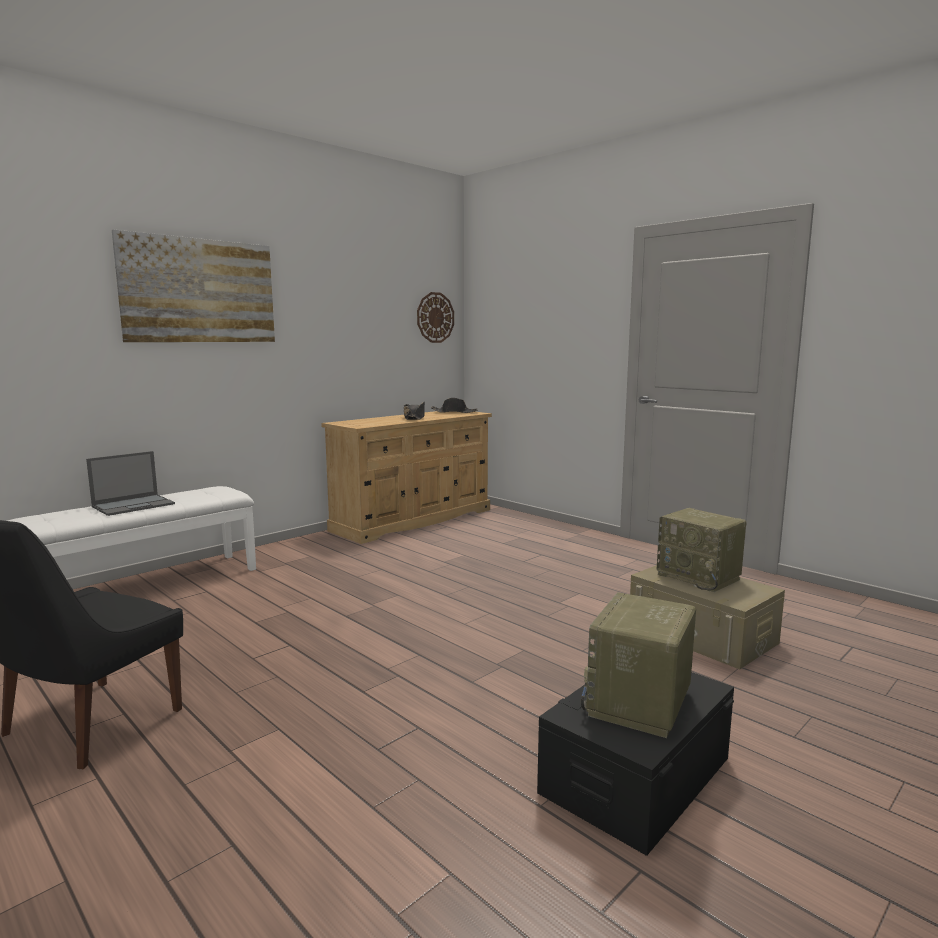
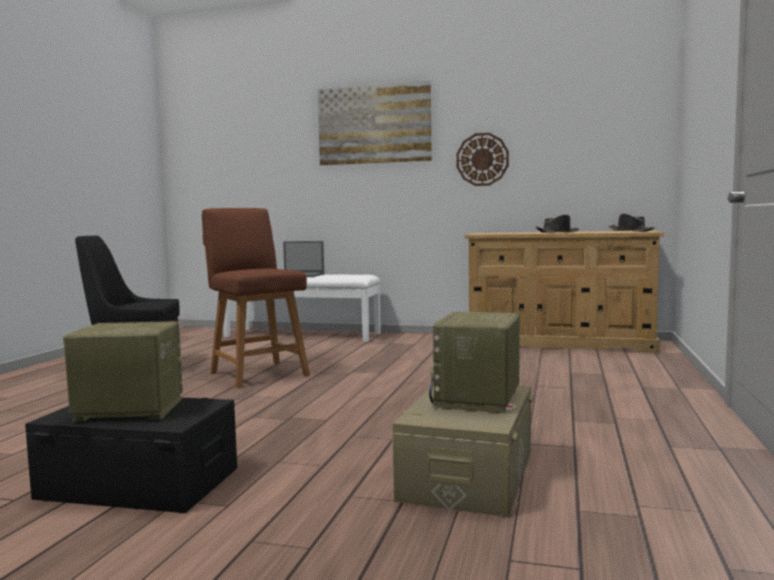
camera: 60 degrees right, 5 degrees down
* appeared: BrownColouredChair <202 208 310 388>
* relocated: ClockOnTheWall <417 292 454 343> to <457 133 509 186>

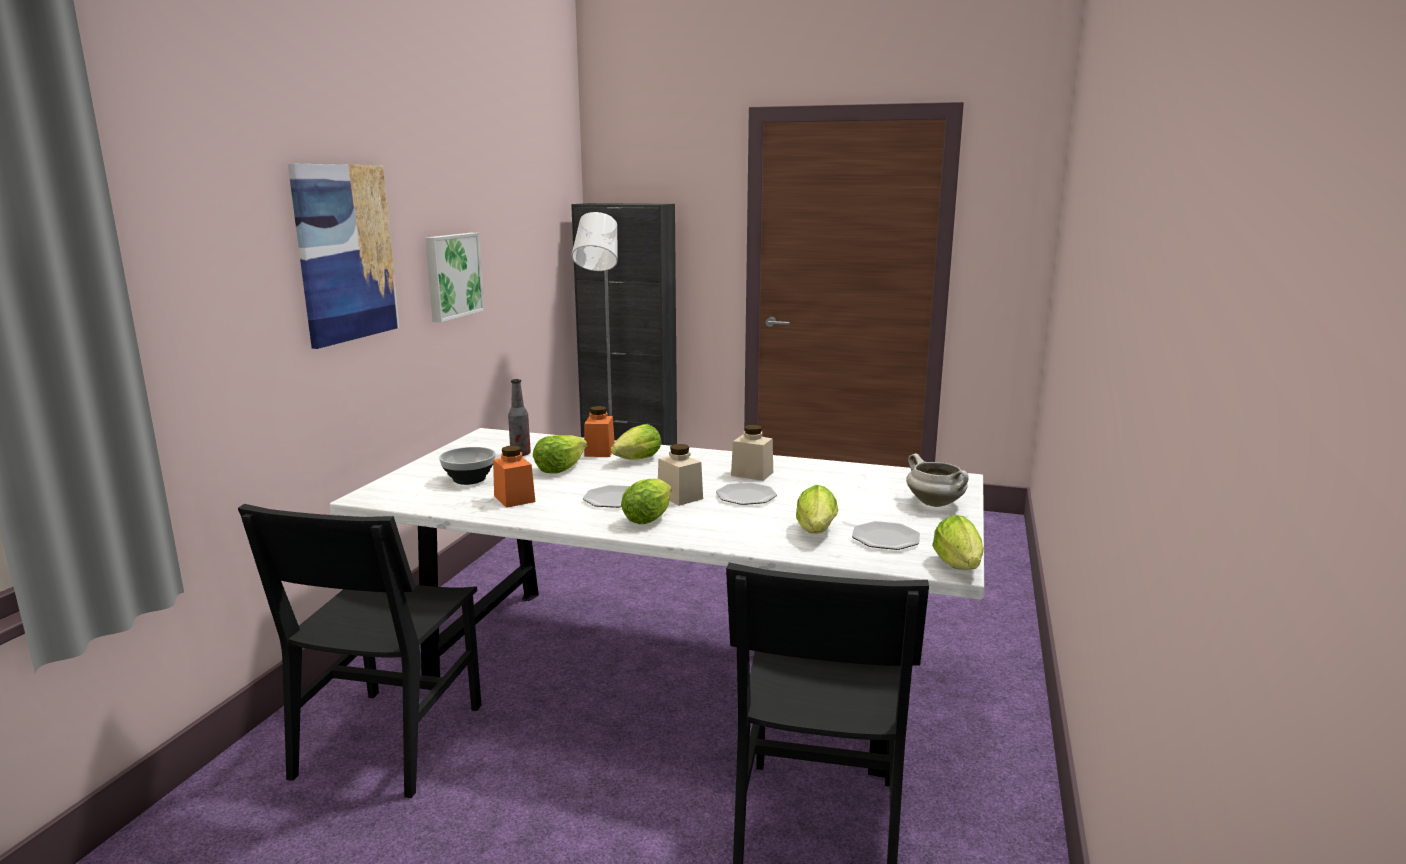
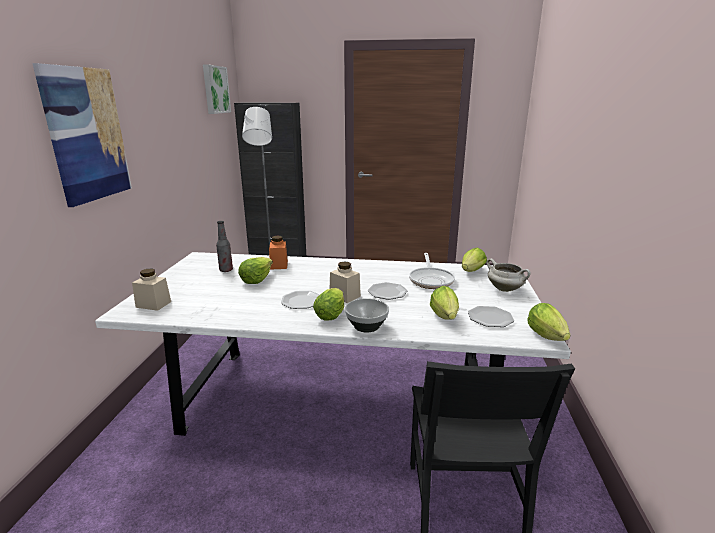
camera: 10 degrees left, 5 degrees up
* missing: BlackColouredChair <238 504 481 798>
* missing: OrangeyPreserveJar <493 446 535 508>
* appeared: FryingPan <409 253 455 289>
* relocated: WallPicture <425 233 485 322> to <203 64 231 114>
* relocated: ServingBowl <439 447 496 485> to <345 298 389 333>
* relocated: Lettuce <611 424 661 460> to <462 248 487 272>
* relocated: BeigePreserveJar <731 425 773 481> to <132 269 171 311>

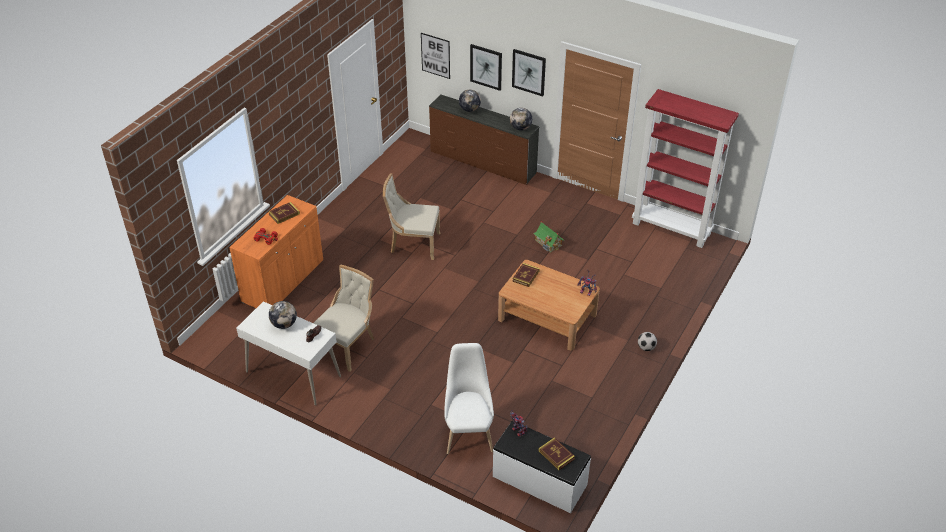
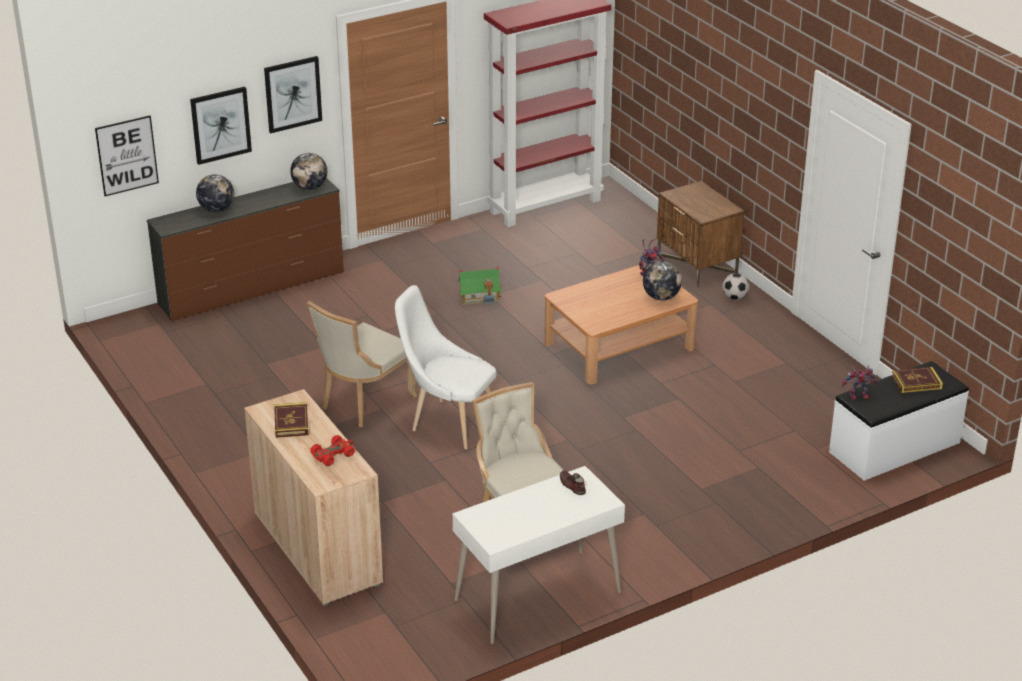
camera: 60 degrees left, 10 degrees down
* missing: BoundBook <512 263 540 287>
* appeared: BrownColouredNightTable <657 181 744 288>
* relocated: DeskGlobe <269 301 297 329> to <643 261 682 300>
* relocated: WhiteChair <445 343 494 454> to <395 285 496 449>
* colour: OrangeyStorageCabinet <229 195 323 308> to BeigeStorageCabinet <244 389 383 606>

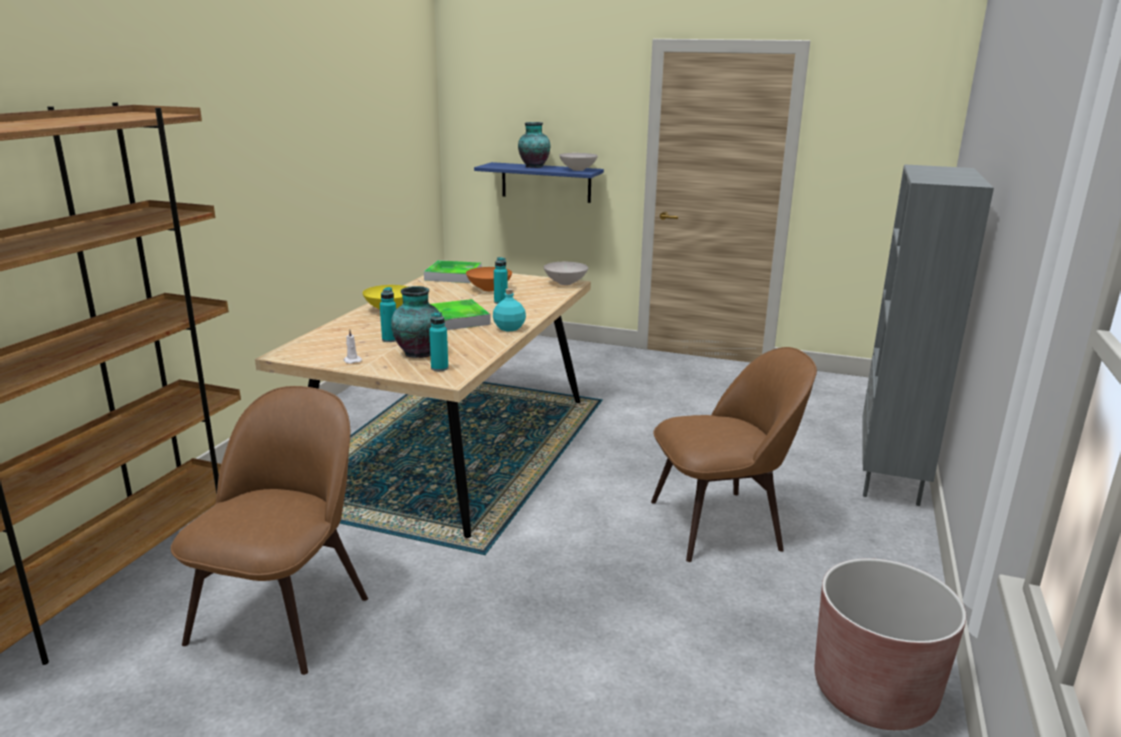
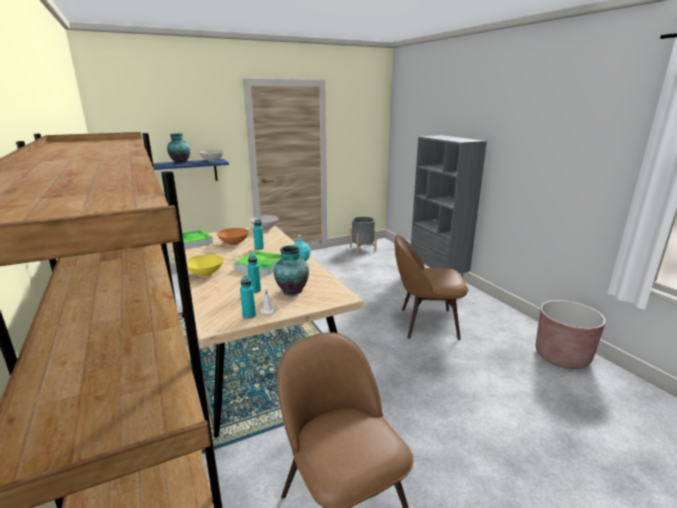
camera: 45 degrees left, 0 degrees up
* appeared: GrayPlantPot <350 217 377 254>
* relocated: TurquoiseColouredBottle <429 312 448 371> to <240 275 256 319>
* spun: BrownColouredChair <651 347 817 562> = <395 235 469 340> 120 degrees counterclockwise

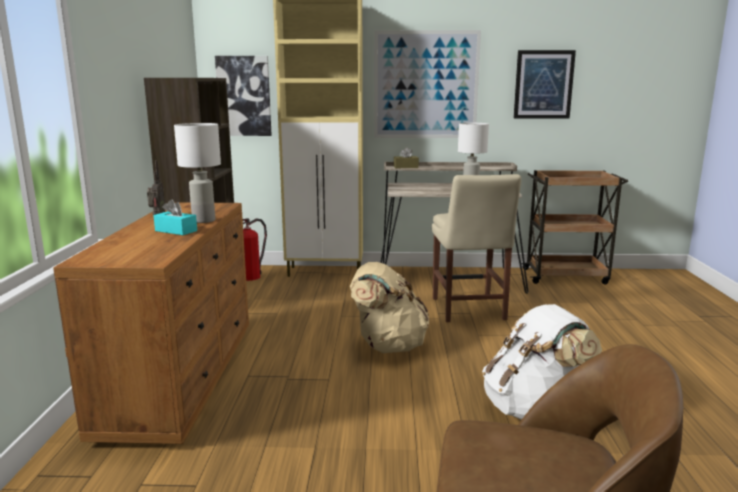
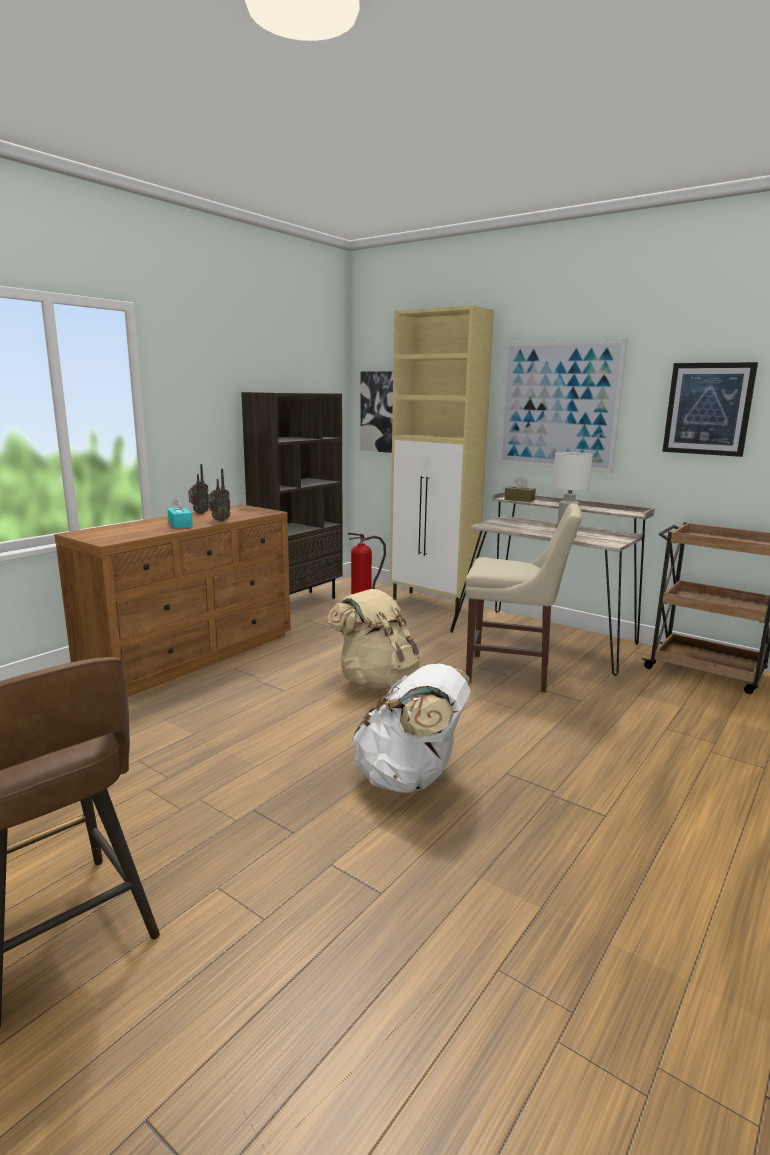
camera: 35 degrees right, 0 degrees up
* exchanged: WhiteTableLamp <174 123 221 223> to RadioSet <208 469 231 521>
* spun: BeigeChair <432 174 521 322> = <465 503 582 692> 105 degrees counterclockwise

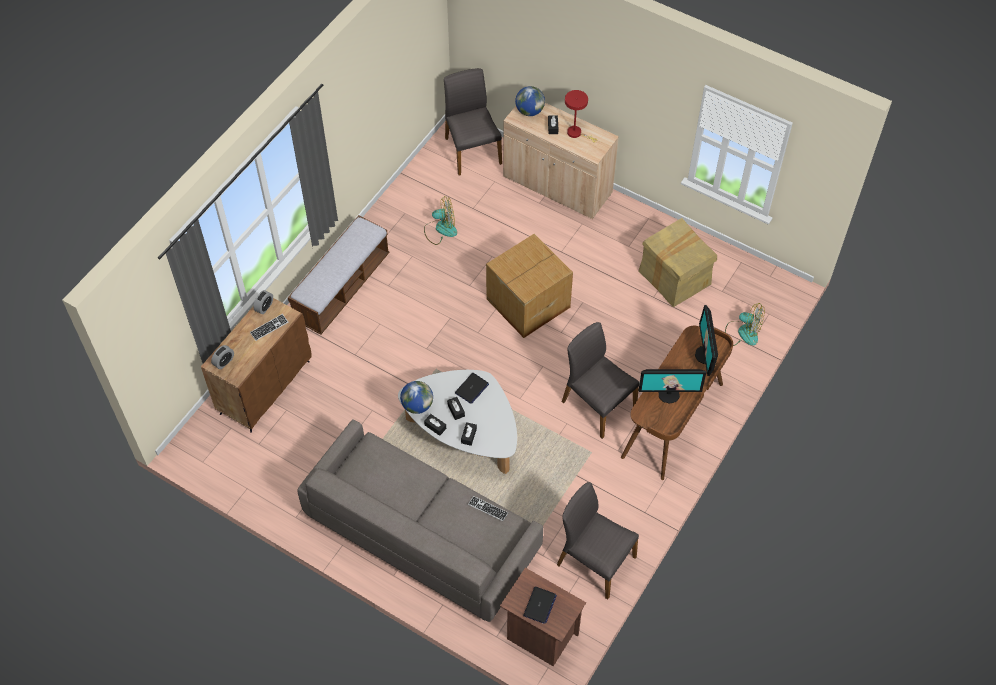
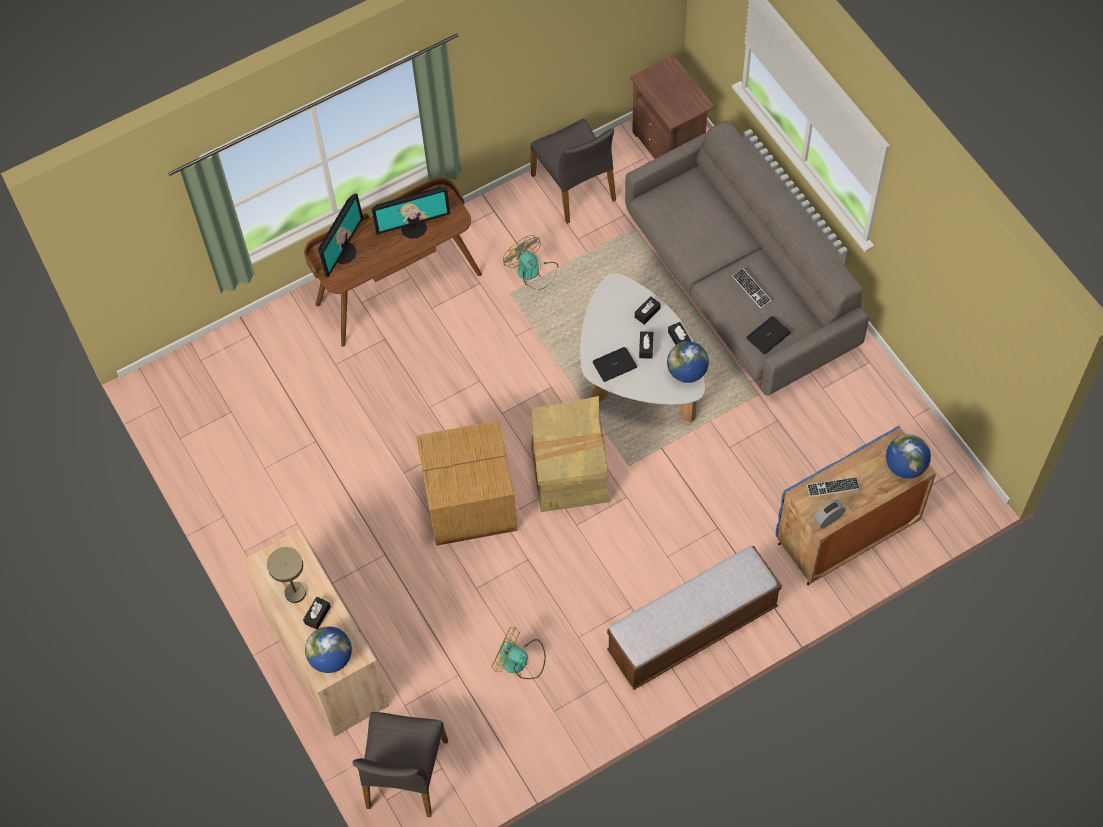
camera: 150 degrees left, 5 degrees up
* missing: GrayChair <562 322 639 439>
* relocated: Keyboard <468 496 508 521> to <732 268 772 309>
* relocated: PortableComputer <523 587 557 624> to <746 316 791 355>
* relocated: CardboardBox <638 218 717 307> to <530 396 610 512>
* relocated: Fan <725 303 765 346> to <503 235 558 290>
* exchanged: AlarmClock <211 345 234 369> to DeskGlobe <886 434 931 479>
* colour: BrownColouredStorageCabinet <201 298 312 433> to BlueColouredStorageCabinet <776 425 936 585>
* colour: RedTableLamp <565 90 597 142> to BeigeTableLamp <267 547 306 603>
* spun: Monitor <639 369 706 404> = <371 187 450 239> 135 degrees clockwise

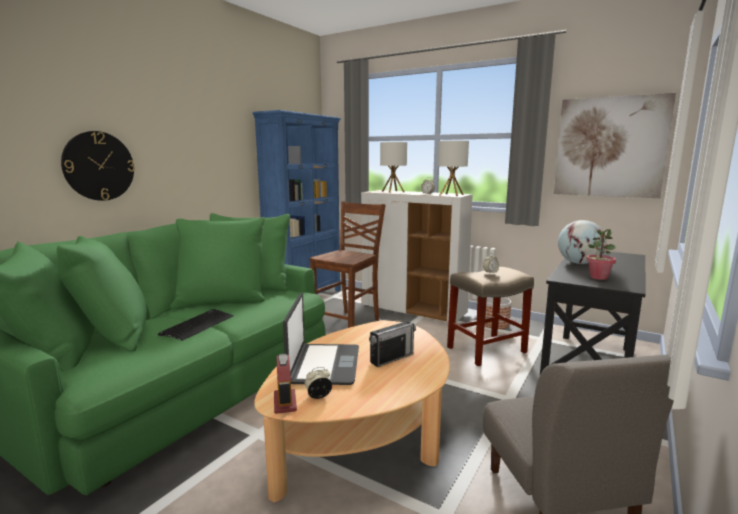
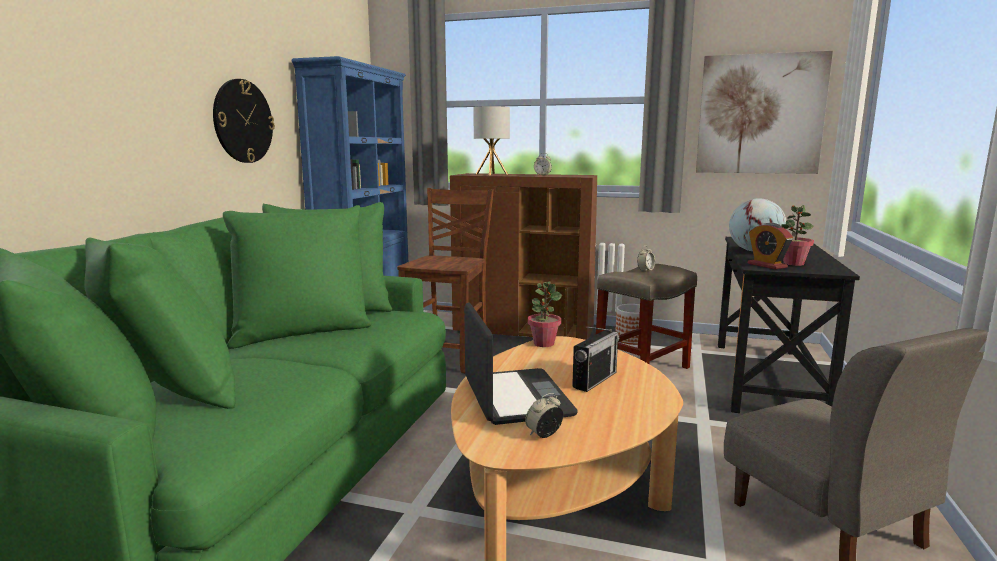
camera: 15 degrees left, 0 degrees up
* missing: Keyboard <158 309 234 341>
* missing: TableLamp <438 141 469 196>
* appeared: Houseplant <528 281 562 347>
* relocated: ClockOnTheWall <61 131 135 201> to <213 79 275 163>
* relocated: AlarmClock <274 354 297 414> to <748 223 793 269>
* colour: WhiteStorageCabinet <361 190 473 323> to BrownColouredStorageCabinet <450 173 597 340>

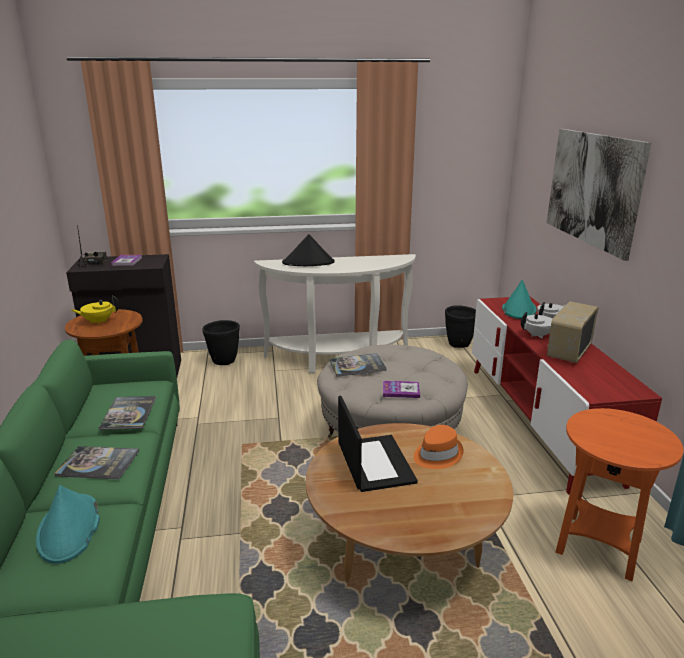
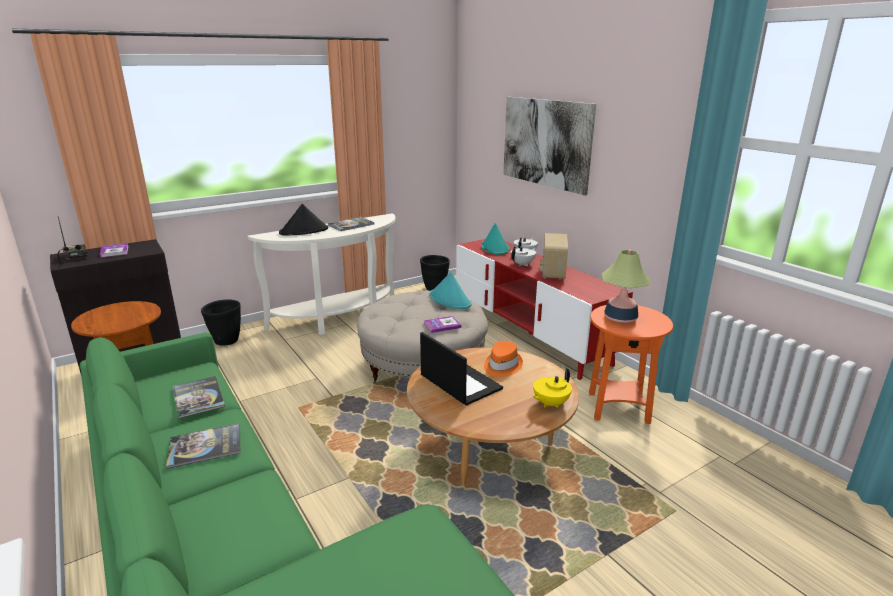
camera: 25 degrees left, 0 degrees up
* appeared: TableLamp <602 250 651 323>
* relocated: TurquoiseColouredClothingHat <36 485 100 564> to <429 272 471 309>
* relocated: YellowTeapot <71 296 119 325> to <533 368 572 408>
* relocated: BoundBook <329 353 387 377> to <328 217 375 231>

